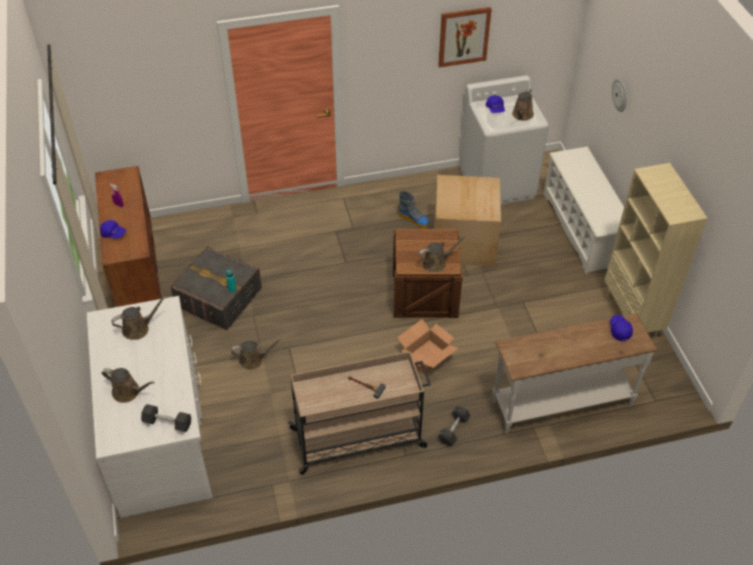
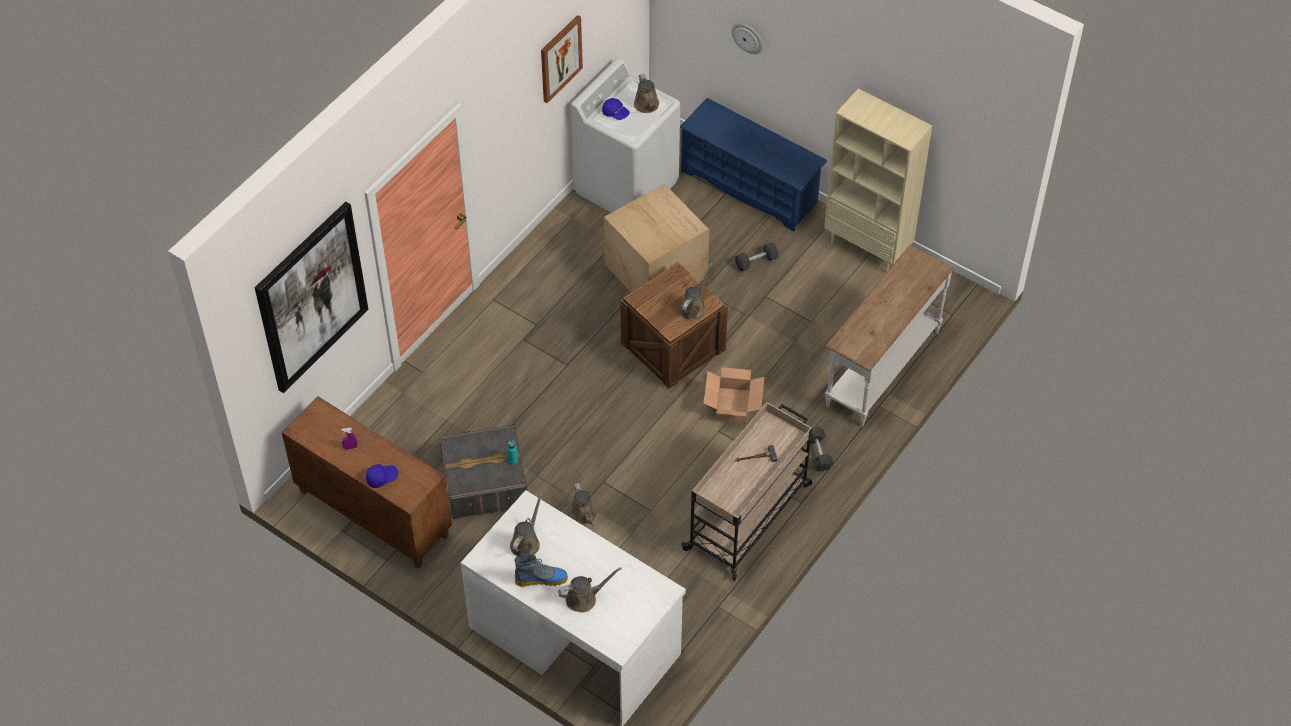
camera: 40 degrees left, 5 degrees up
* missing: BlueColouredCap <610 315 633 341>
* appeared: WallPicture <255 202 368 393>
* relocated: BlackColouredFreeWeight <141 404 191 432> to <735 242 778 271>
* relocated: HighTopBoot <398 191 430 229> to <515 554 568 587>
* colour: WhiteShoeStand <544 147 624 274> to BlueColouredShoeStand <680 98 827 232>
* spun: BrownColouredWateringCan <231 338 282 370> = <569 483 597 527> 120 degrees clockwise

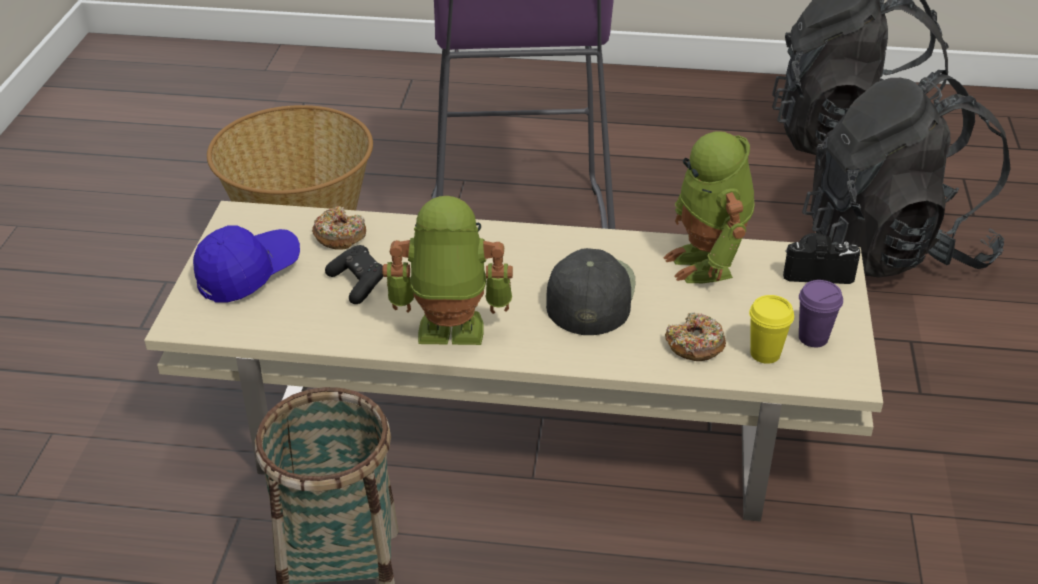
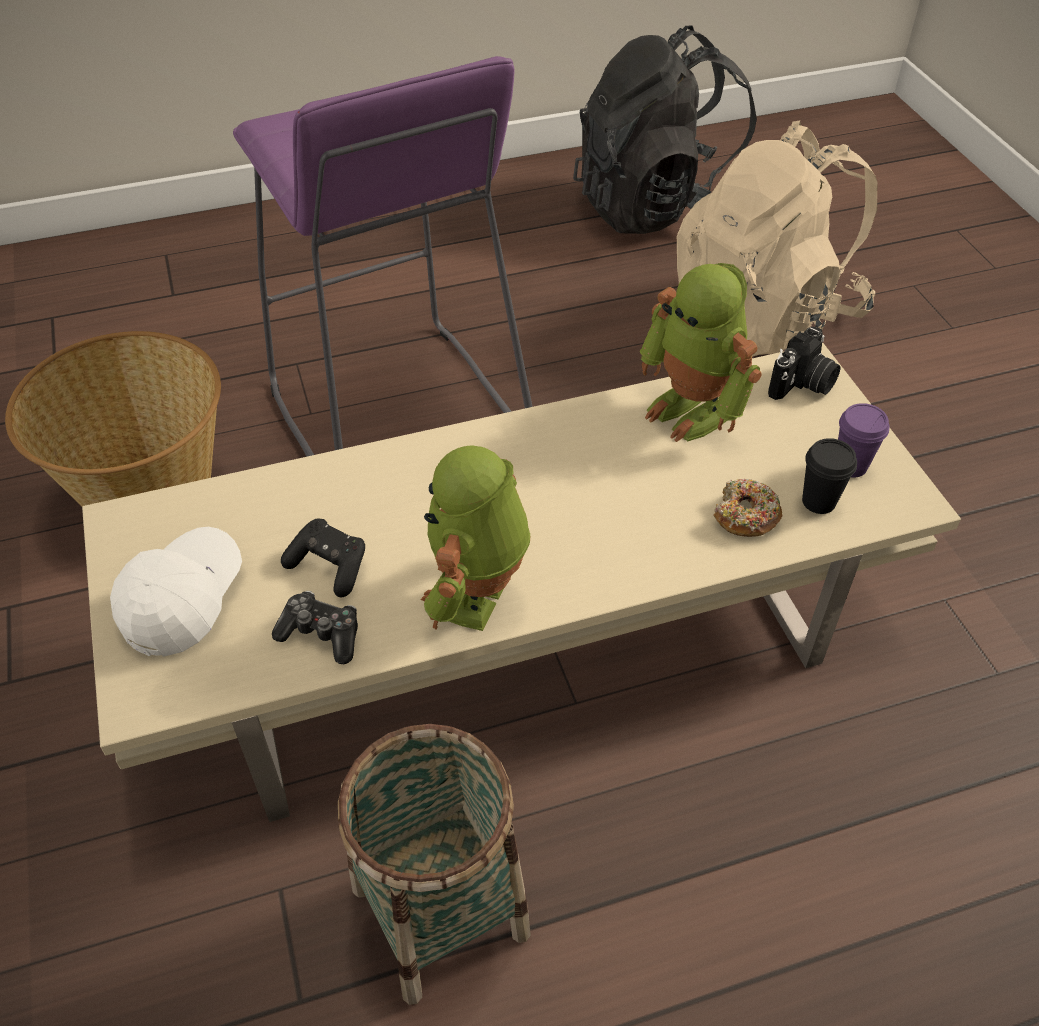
camera: 25 degrees left, 10 degrees up
* missing: Doughnut <312 206 366 250>
* missing: BlackColouredCap <546 248 636 335>
* appeared: Gamepad <272 591 358 664>
* colour: BlueColouredCap <193 225 300 303> to WhiteCap <110 527 242 657>
* colour: YellowSmallCup <749 295 794 364> to BlackColouredSmallCup <802 438 857 514>
* colour: BlackColouredKnapsack <802 70 1011 278> to BeigeKnapsack <677 121 877 357>
* spun: ToyRobot <382 196 513 345> = <421 445 530 631> 45 degrees counterclockwise
* spun: StillCamera <783 233 861 284> = <768 327 841 400> 150 degrees clockwise

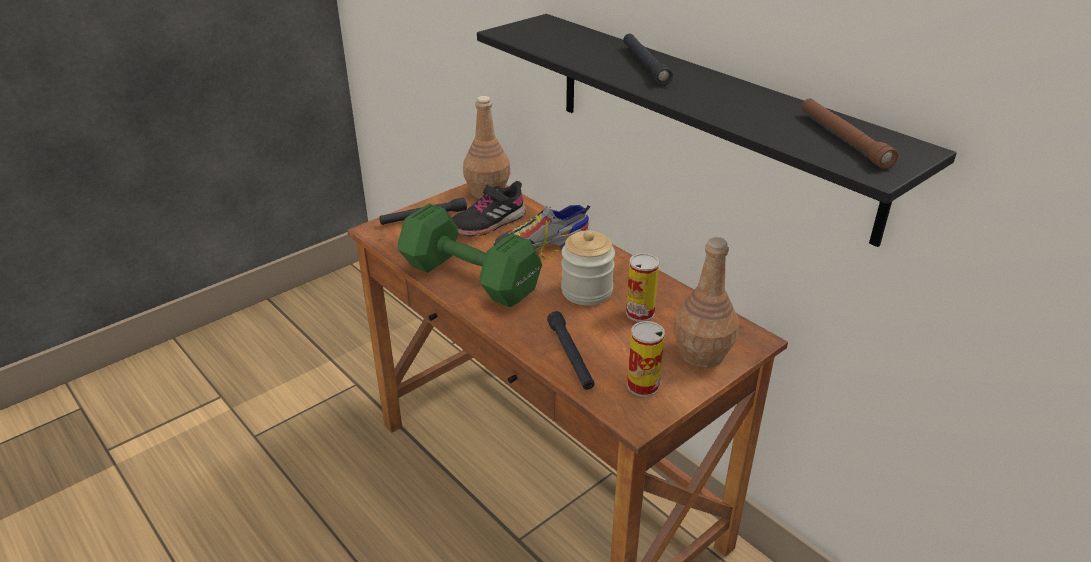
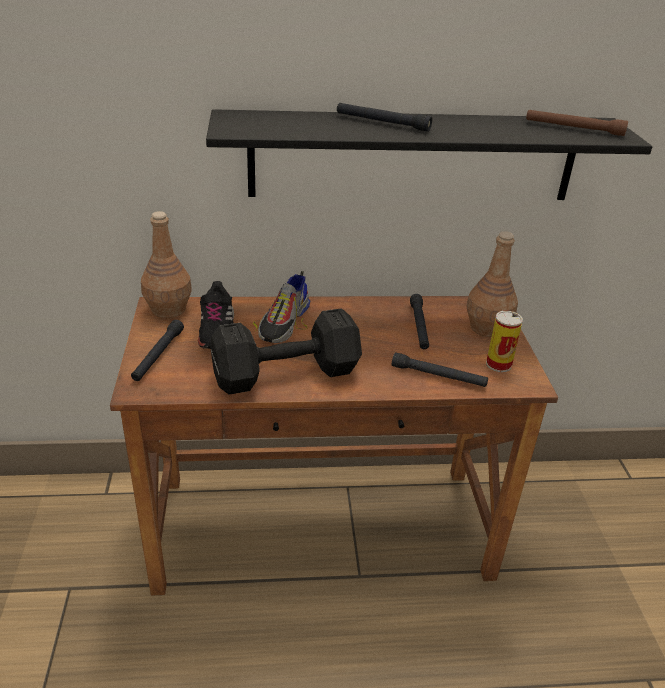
camera: 55 degrees left, 0 degrees up
* missing: PreserveJar <561 230 615 305>
* exchanged: Can <626 253 659 322> to BlackColouredFlashlight <410 294 429 349>
* colour: GreenColouredFreeWeight <398 203 542 307> to BlackColouredFreeWeight <210 308 362 395>

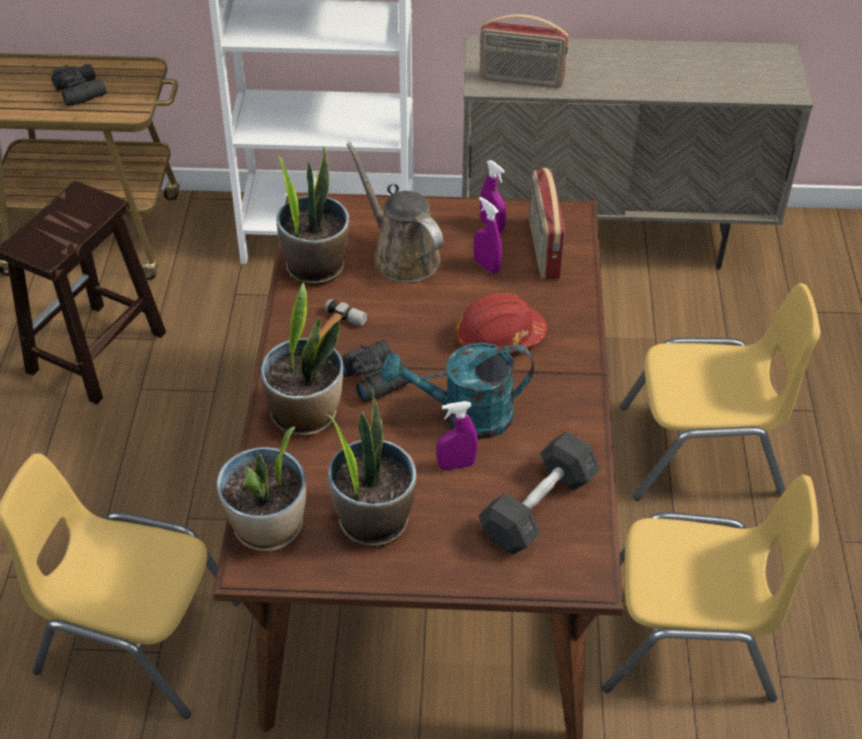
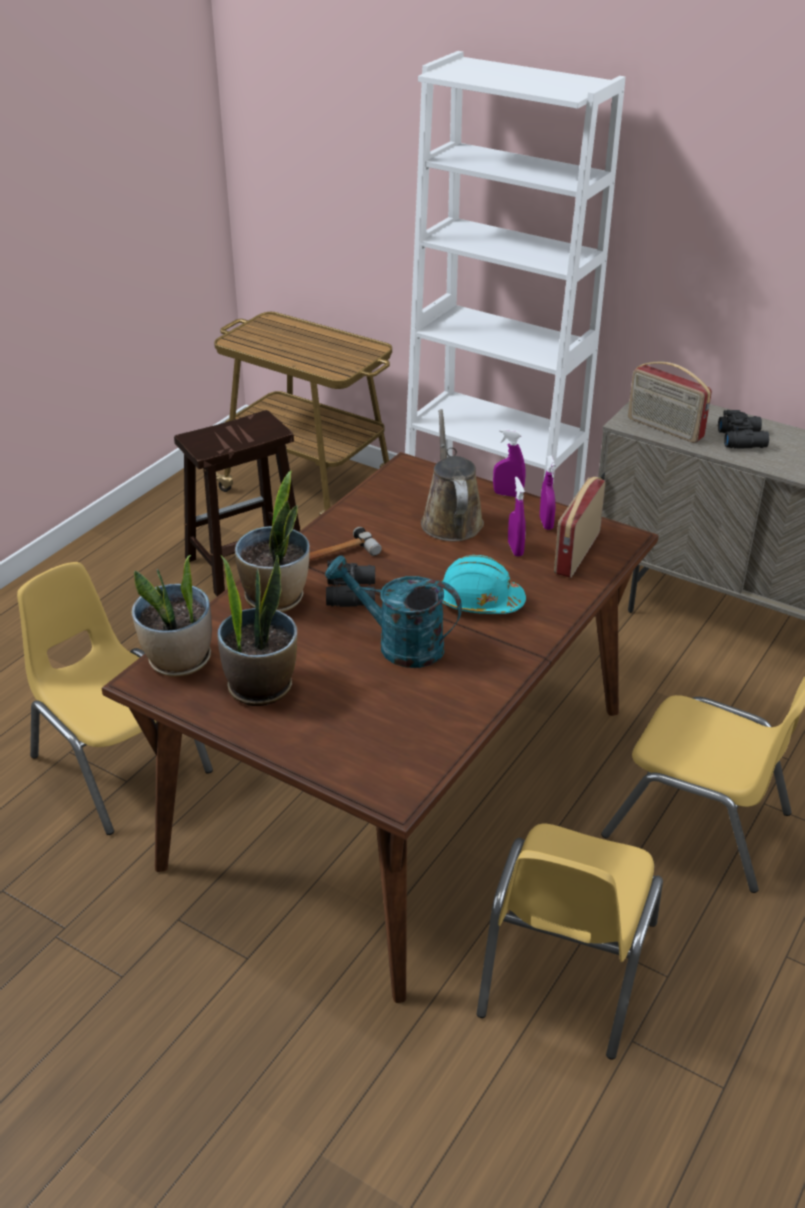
camera: 30 degrees right, 10 degrees down
* missing: Houseplant <275 146 349 286>
* missing: GrayFreeWeight <478 431 600 555>
* relocated: BlackColouredPairOfBinoculars <51 64 107 106> to <718 410 769 448>
* relocated: PurpleSprayBottle <436 401 478 471> to <493 429 525 497>
* colour: RedHardHat <455 292 547 354> to TurquoiseColouredHardHat <441 555 526 614>
* spun: YellowChair <602 475 819 702> = <477 824 663 1060> 75 degrees clockwise

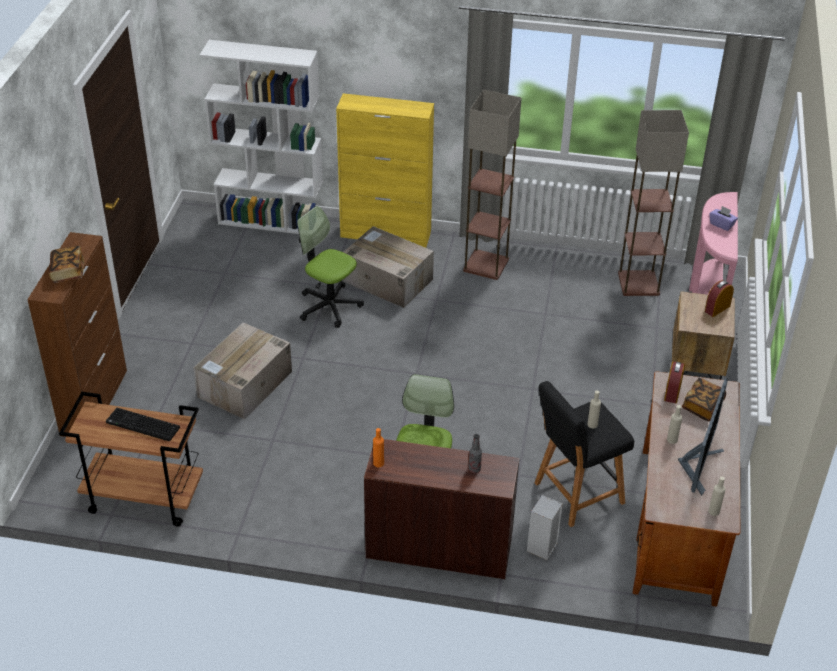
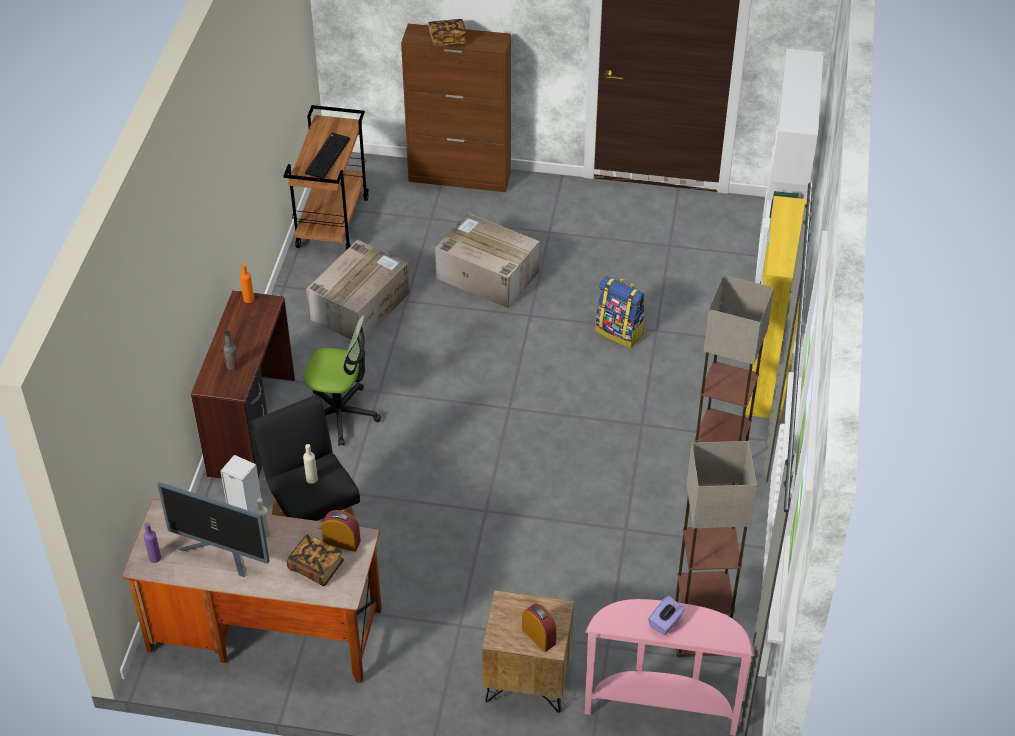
camera: 90 degrees right, 5 degrees up
* relocated: CardboardBox <343 226 434 308> to <306 240 410 344>
* exchanged: ComputerChair <297 206 364 328> to Knapsack <595 276 646 348>
* colour: BeigeBottle <708 476 726 516> to PurpleBottle <143 523 161 563>

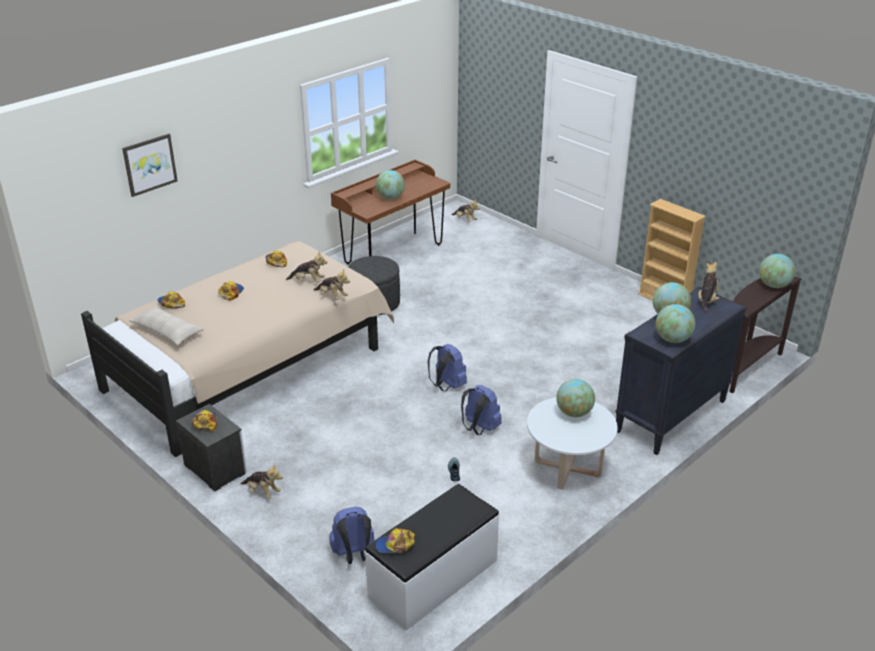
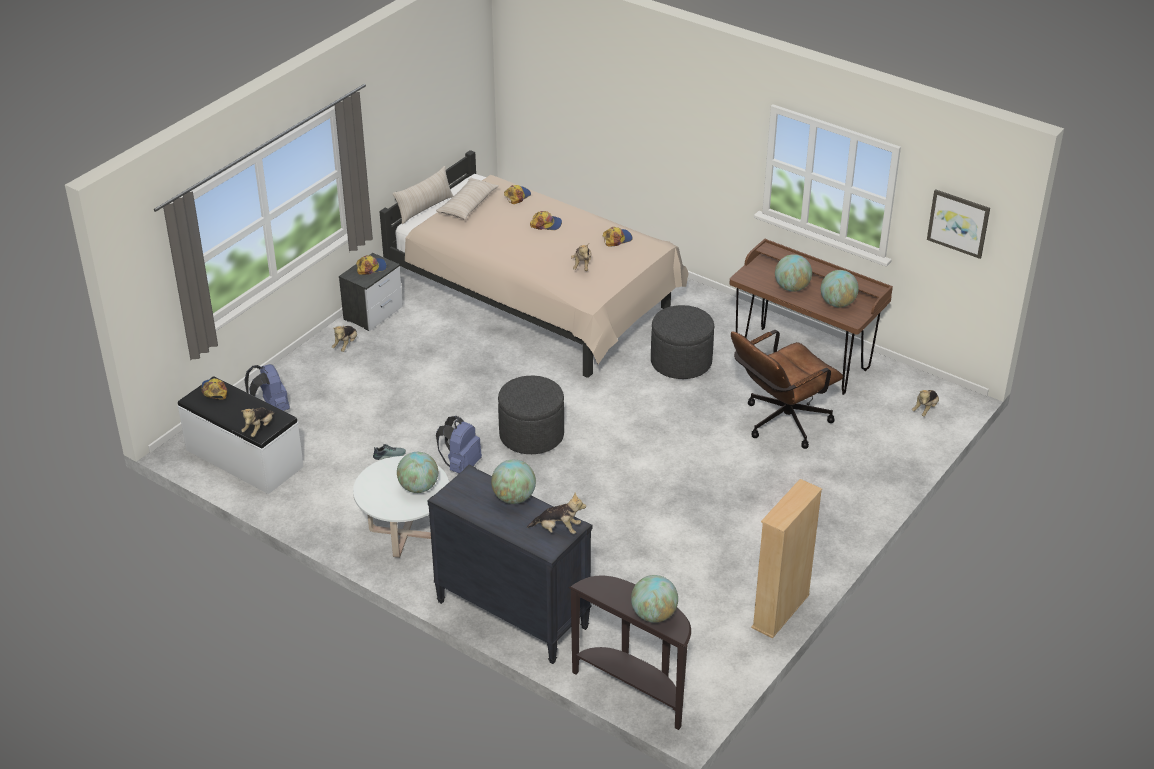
camera: 80 degrees right, 5 degrees up
* appeared: BeigeCushion <393 166 454 224>
* appeared: BrownColouredComputerChair <731 330 843 449>
* relocated: WallPicture <122 134 178 197> to <927 189 990 259>
* relocated: PlushToy <314 270 350 300> to <241 408 274 437>
* relocated: DeskGlobe <656 304 695 343> to <821 270 859 307>
* exchanged: BlueColouredKnapsack <428 344 467 391> to GrayPouffe <498 376 564 454>

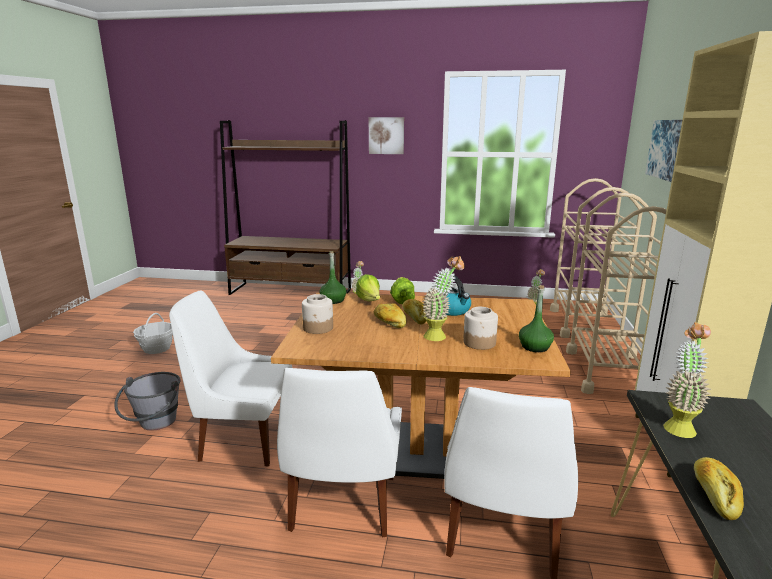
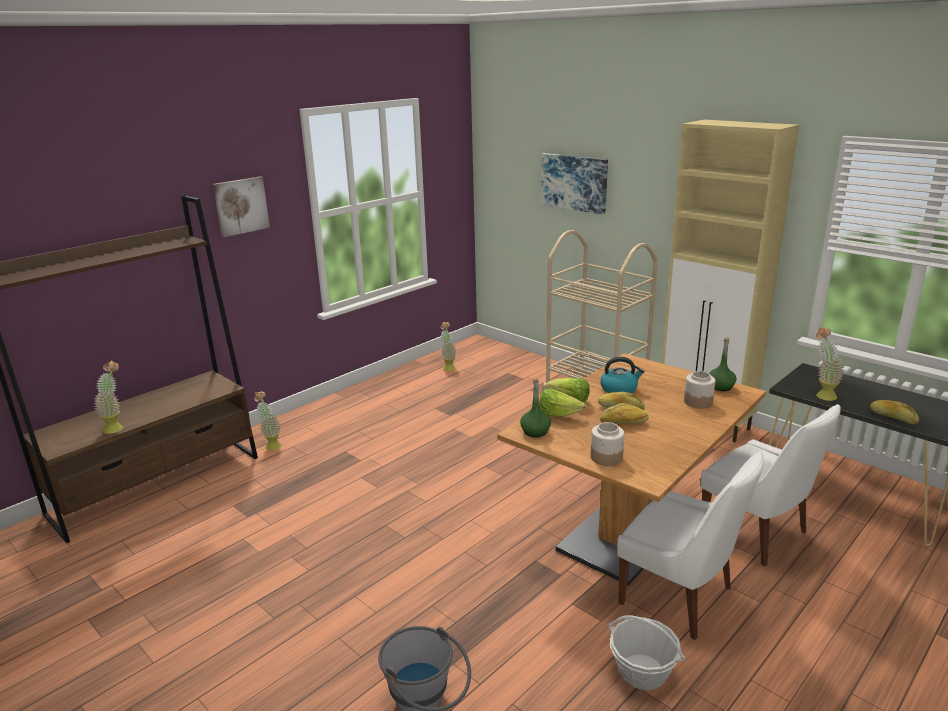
camera: 55 degrees left, 5 degrees up
* missing: WhiteChair <169 290 292 466>
* missing: BeigeWheeledCart <550 178 643 342>
* relocated: StorageBasket <133 313 173 354> to <608 615 685 690>
* relocated: Houseplant <422 256 465 341> to <94 361 123 434>

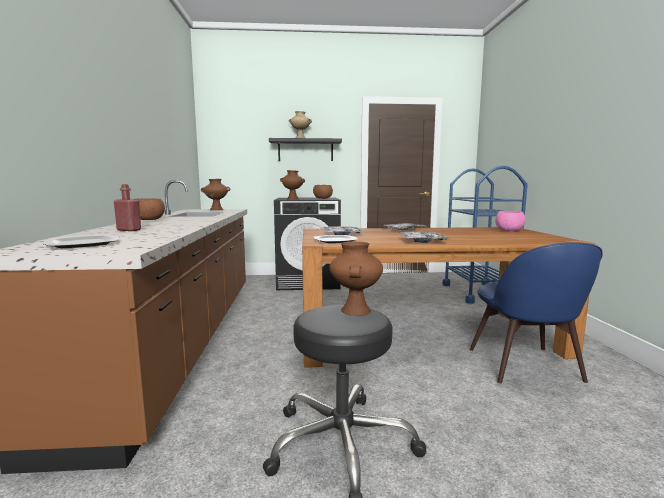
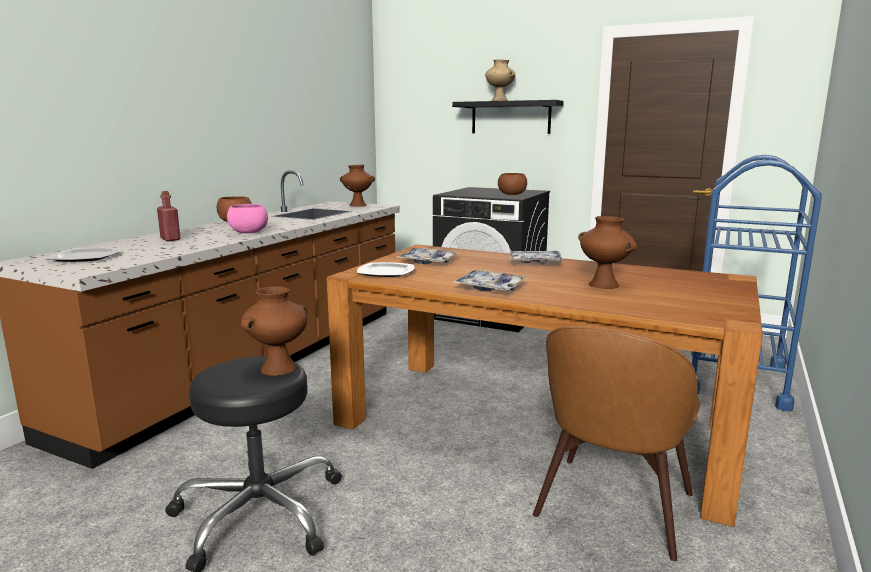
camera: 30 degrees right, 5 degrees up
* relocated: BrownColouredDecorativeVase <280 170 305 199> to <578 216 637 289>
* relocated: PinkColouredServingBowl <495 211 526 231> to <227 204 268 233>
* colour: BlueColouredChair <469 242 603 384> to BrownColouredChair <533 326 700 561>

